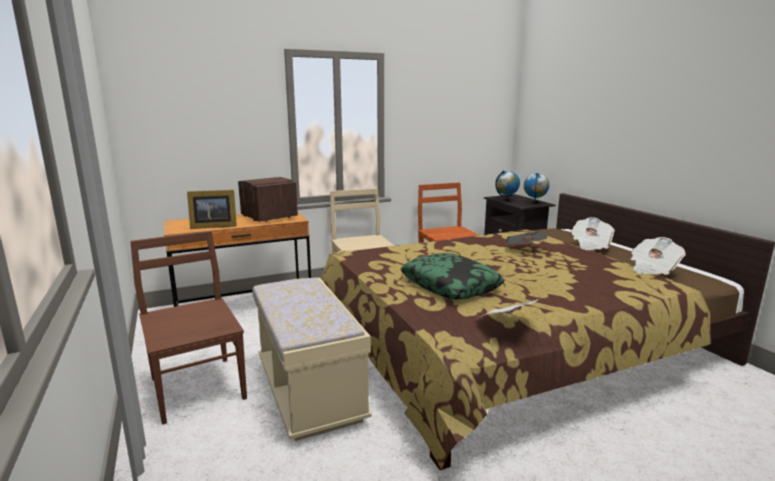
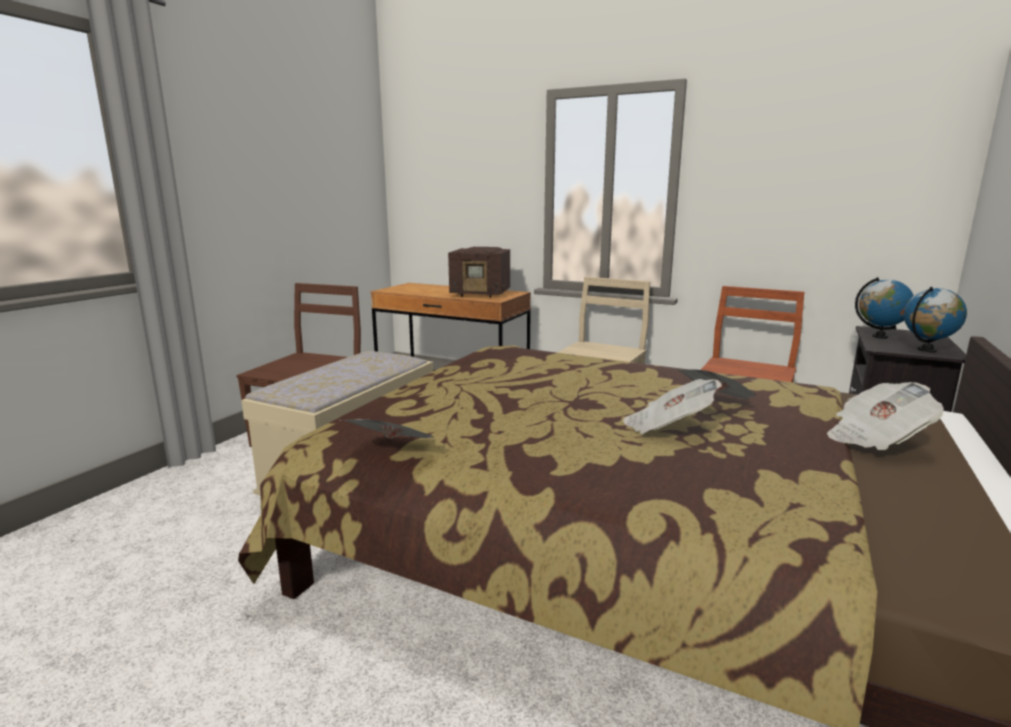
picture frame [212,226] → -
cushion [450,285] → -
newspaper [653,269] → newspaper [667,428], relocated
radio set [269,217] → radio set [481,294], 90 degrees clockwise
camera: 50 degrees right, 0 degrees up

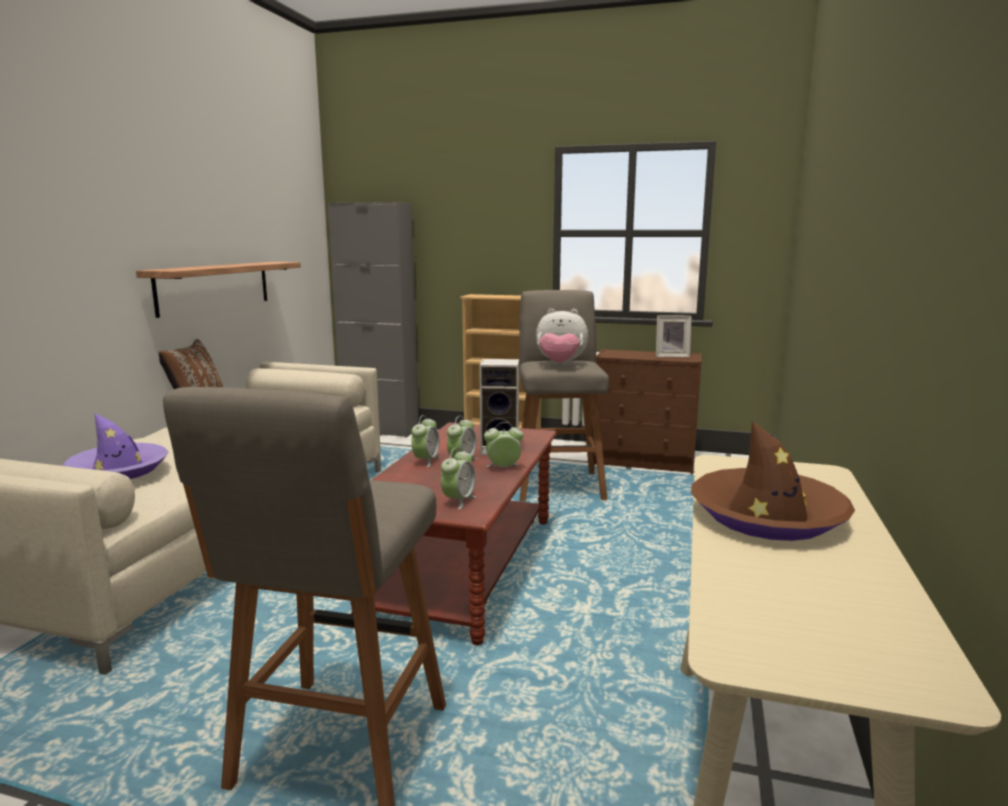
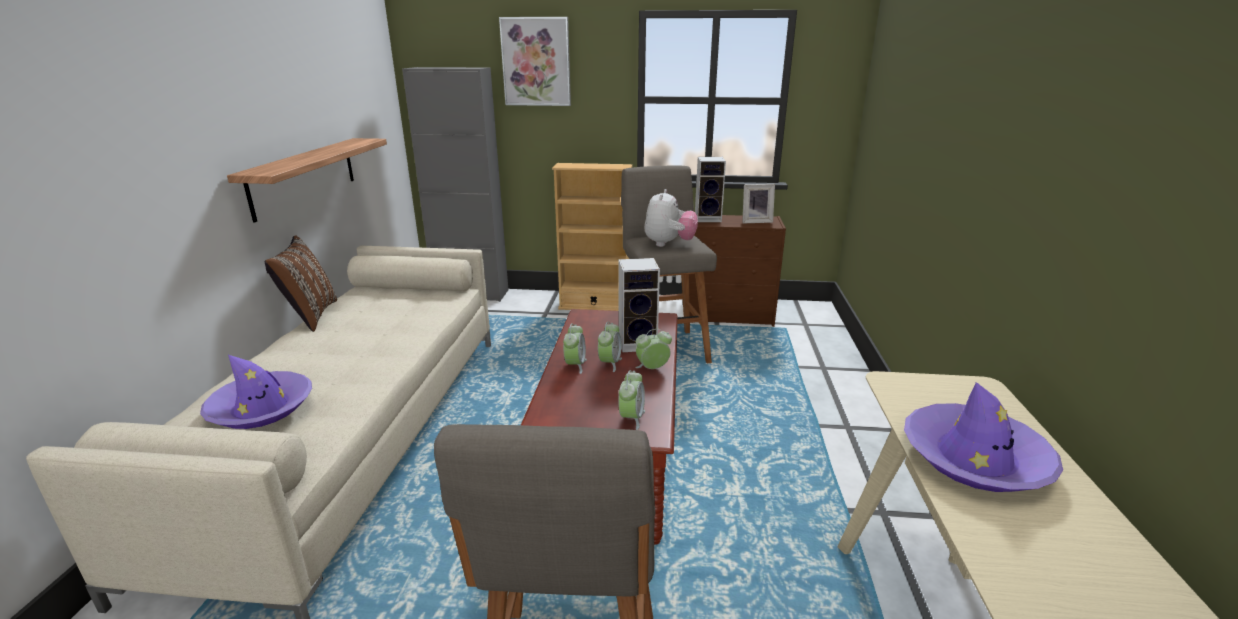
- → picture [536,62]
- → audio speaker [709,219]
brown-coloured hat [767,516] → purplish hat [974,458]
plush toy [560,365] → plush toy [669,244], 75 degrees counterclockwise
camera: 10 degrees left, 10 degrees up

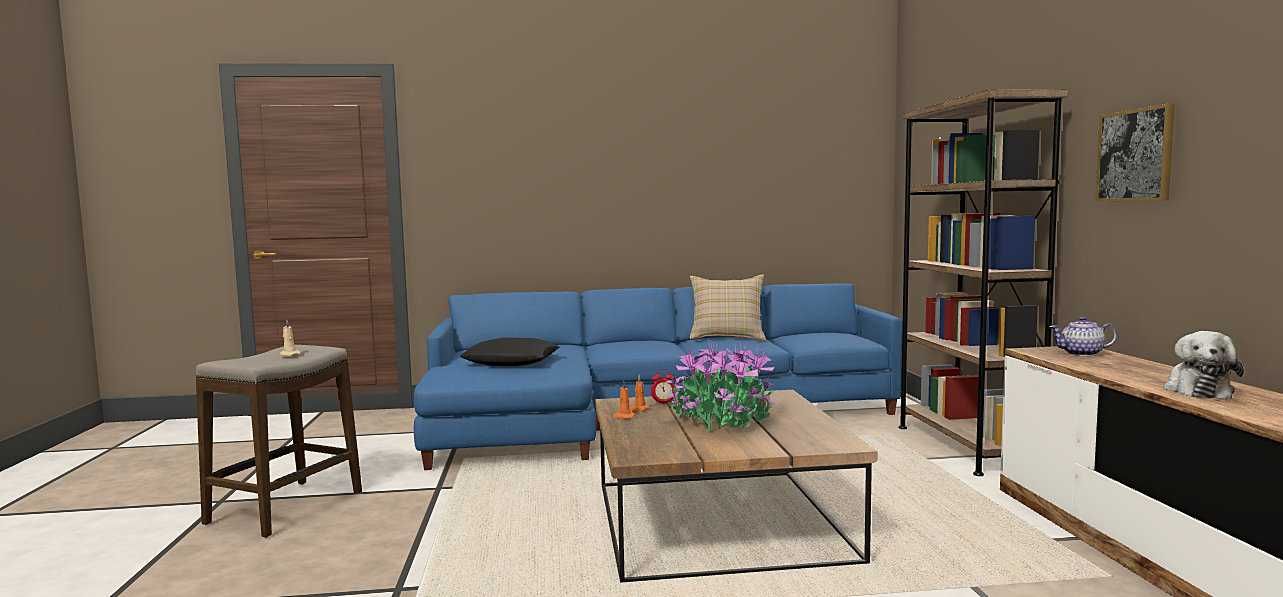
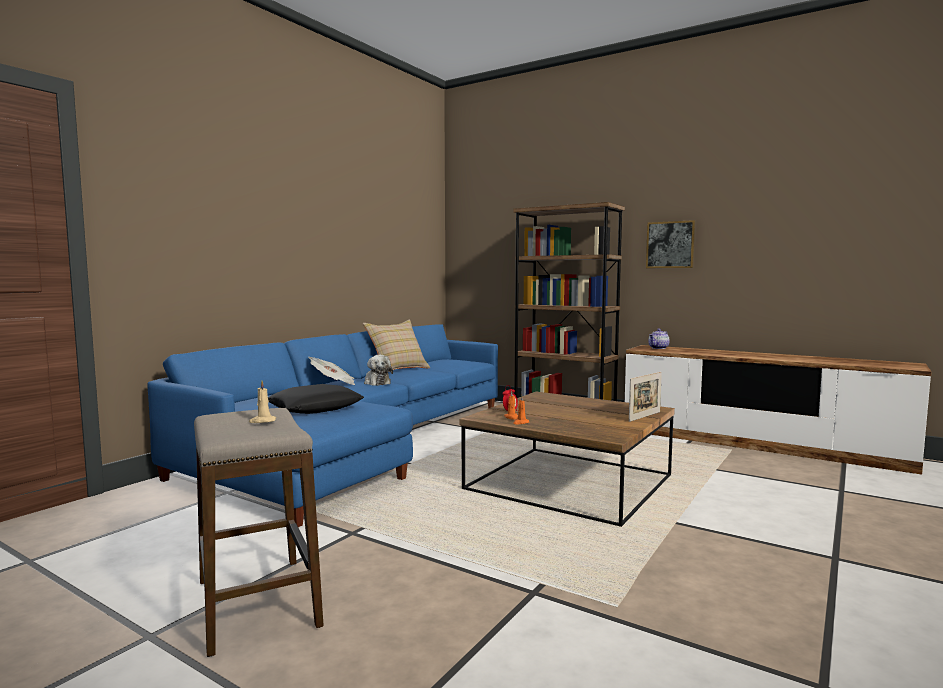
plant in a pot [721,421] → -
- → newspaper [333,383]
- → picture frame [644,416]
plush toy [1197,390] → plush toy [376,382], relocated
camera: 50 degrees left, 0 degrees up

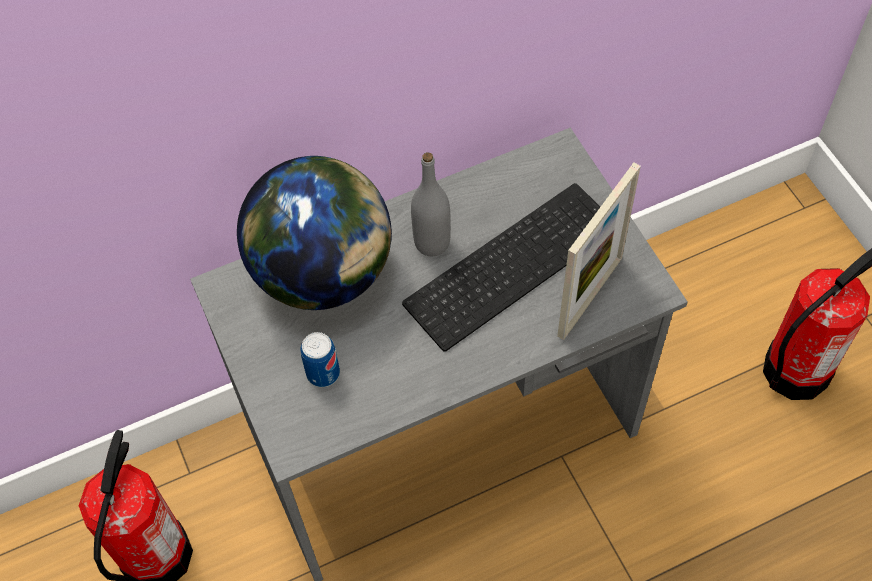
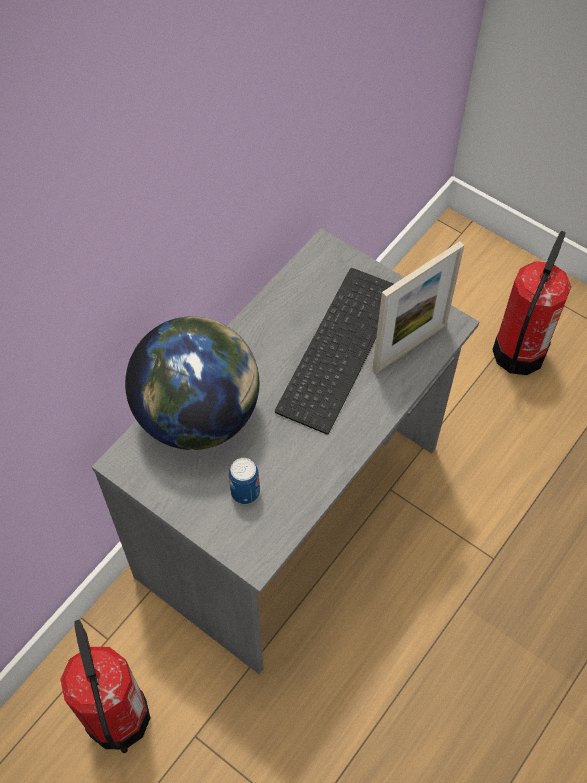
grey beverage bottle [432,243] → -
picture frame [590,296] → picture frame [409,347], 45 degrees clockwise
camera: 30 degrees left, 0 degrees up

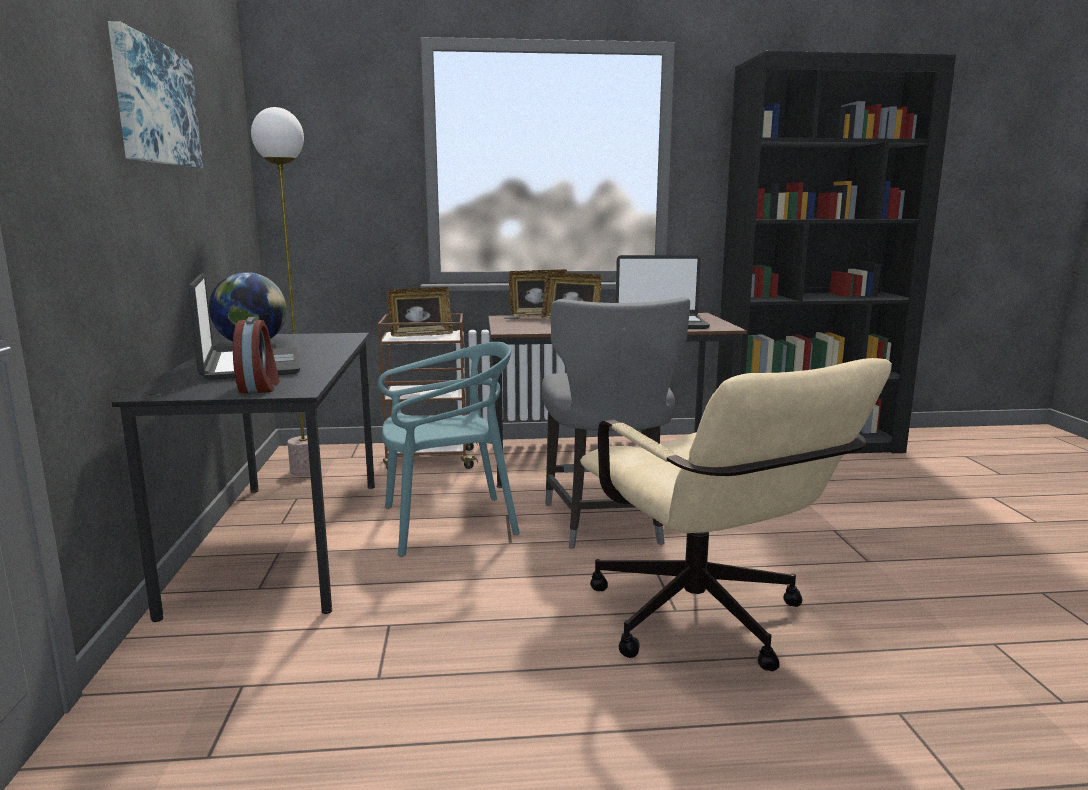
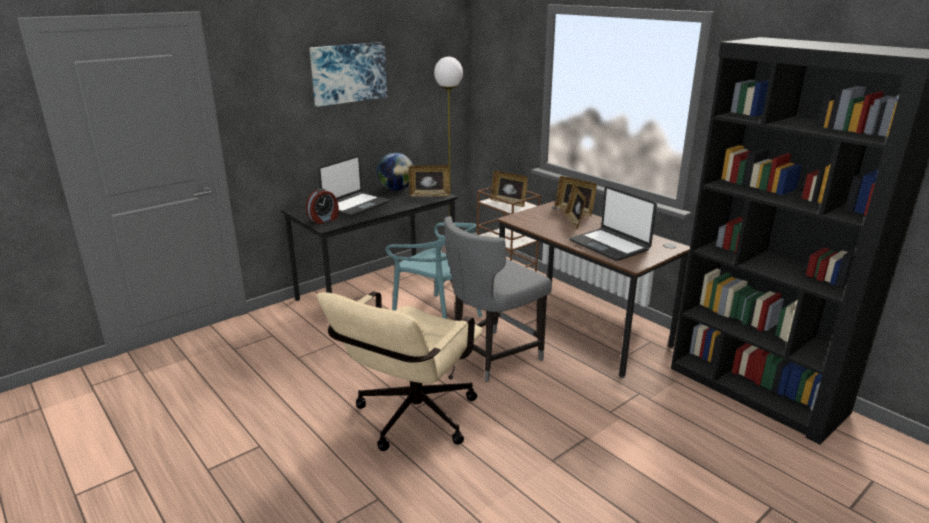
- → picture frame [429,195]
camera: 55 degrees right, 10 degrees up

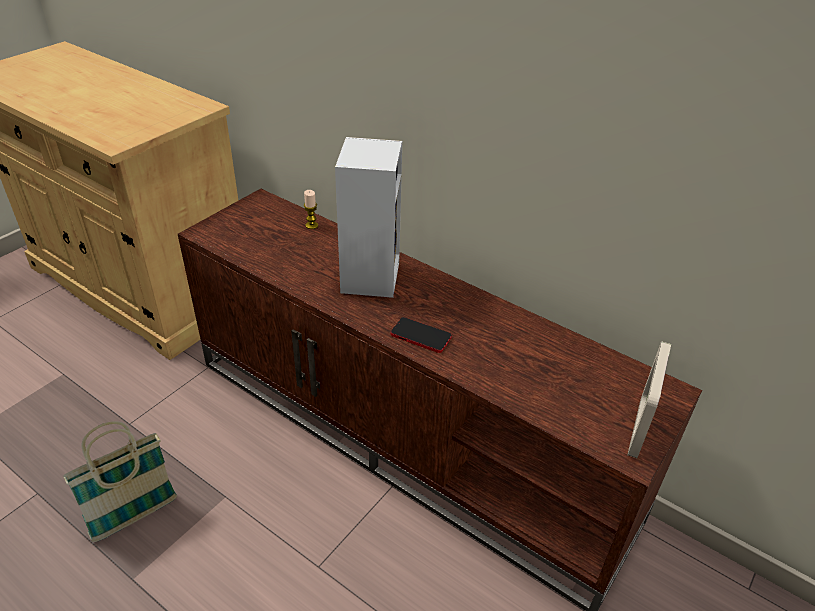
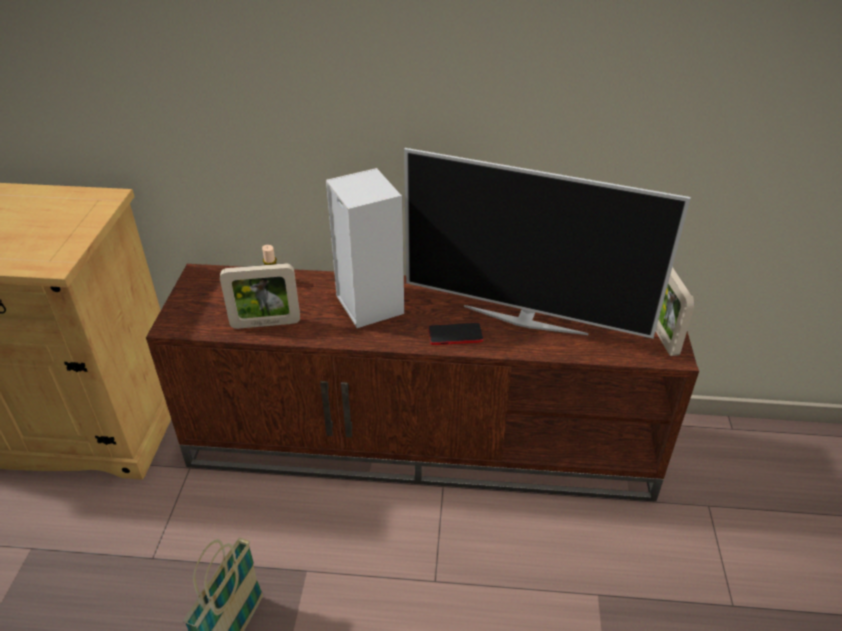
- → picture frame [265,323]
- → TV set [525,319]
camera: 30 degrees left, 0 degrees up

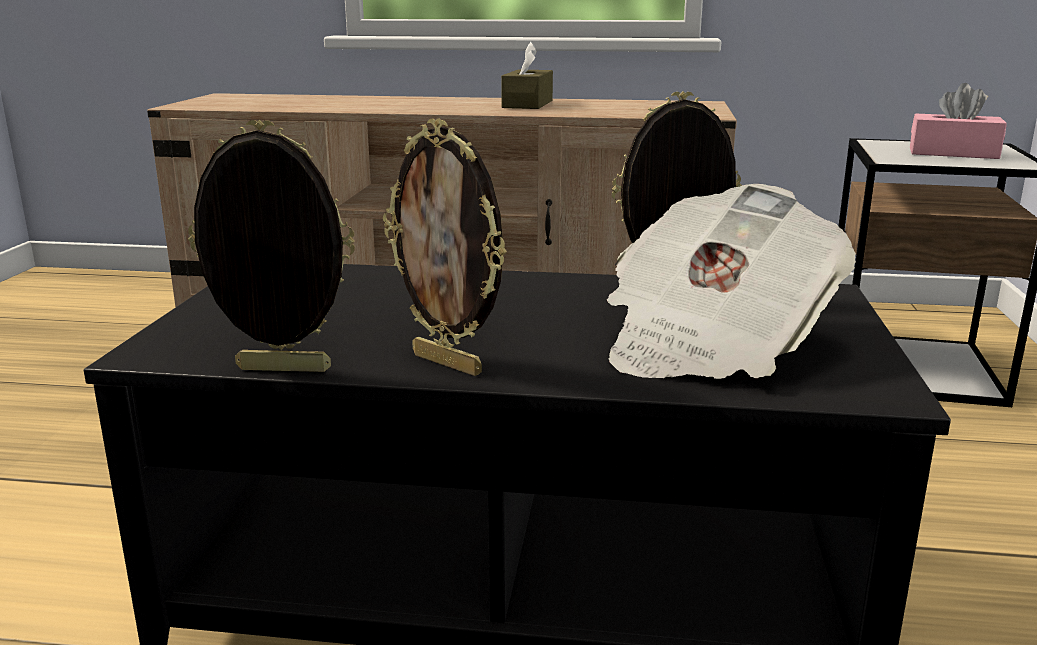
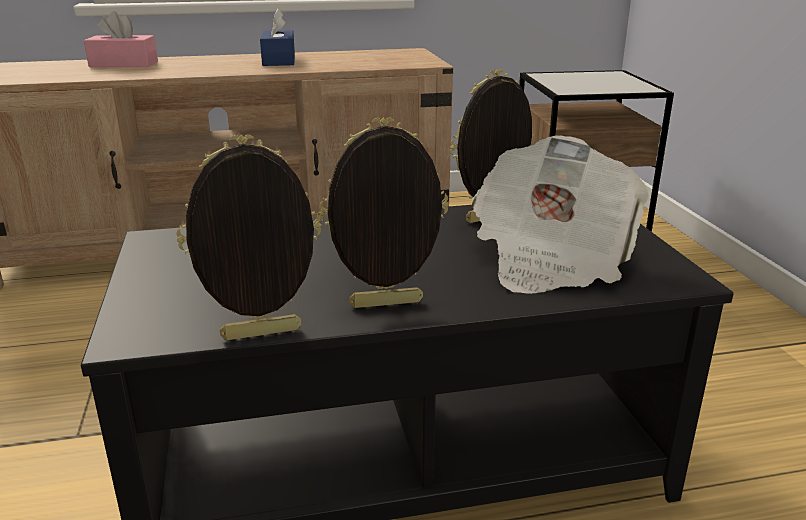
pink box of tissues [953,153] → pink box of tissues [124,64], relocated
brown-coloured box of tissues [527,104] → blue-coloured box of tissues [279,60]
picture frame [449,363] → picture frame [386,305], 150 degrees clockwise
camera: 20 degrees left, 5 degrees up

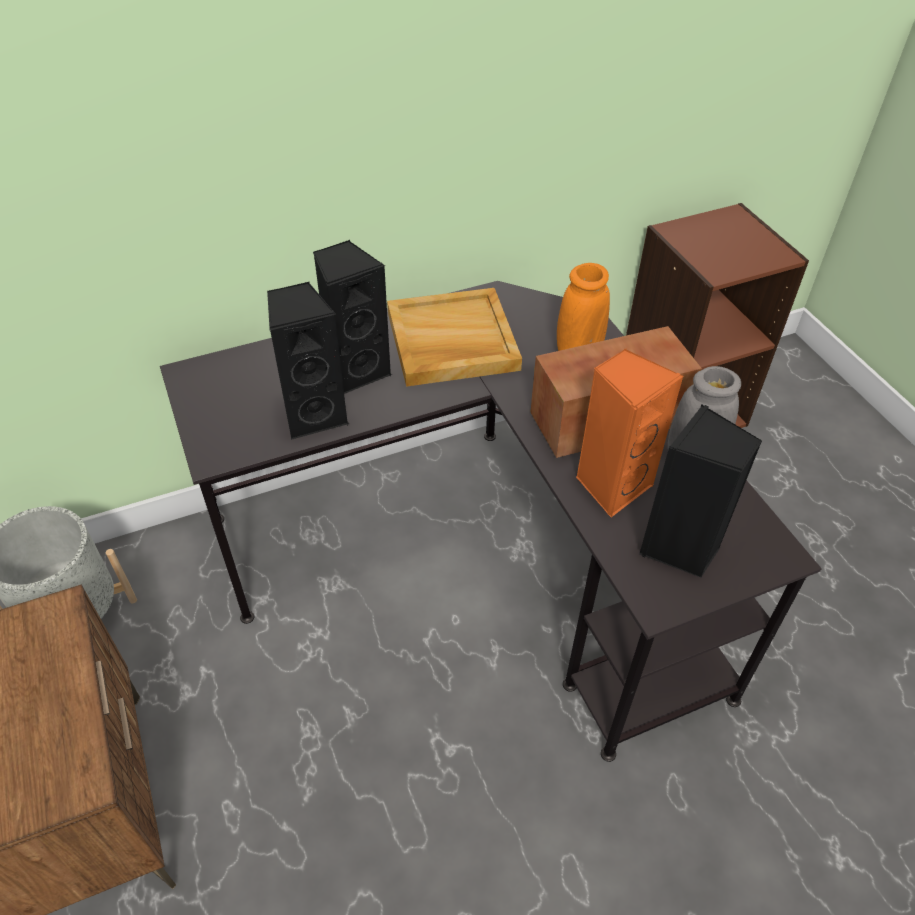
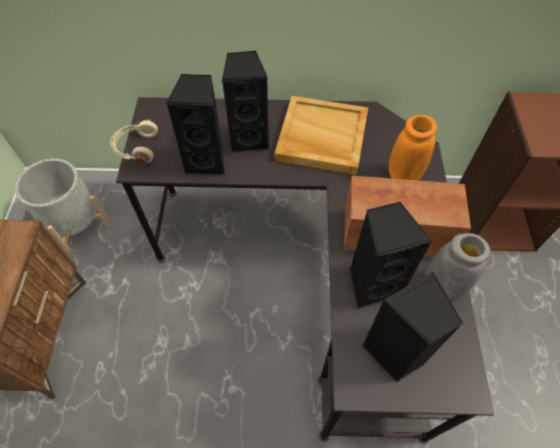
- → sand-coloured headphones [136,148]
orangey audio speaker [612,485] → black audio speaker [372,284]
camera: 25 degrees right, 10 degrees up

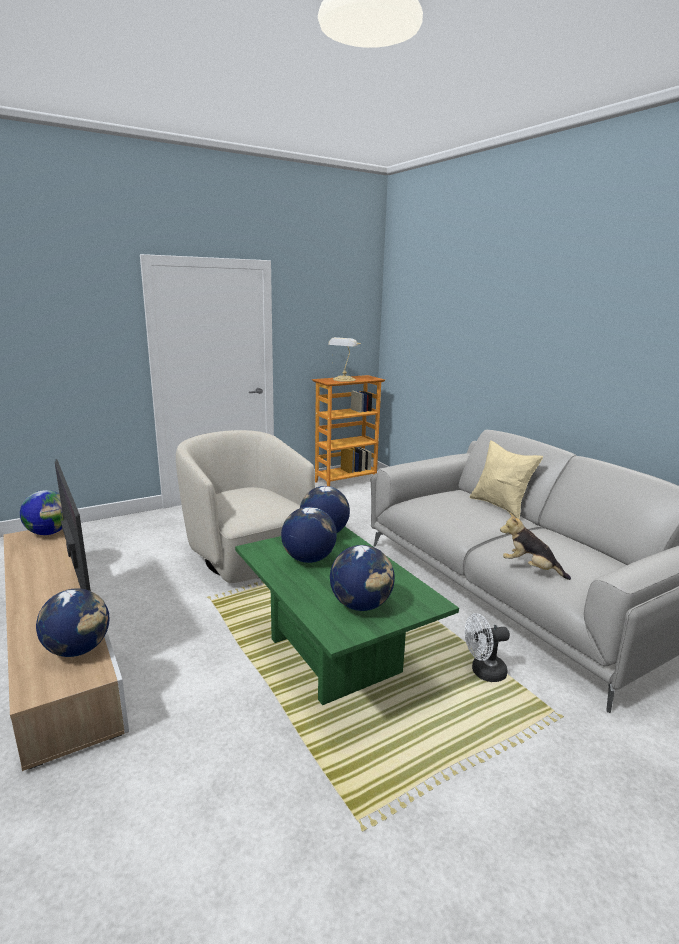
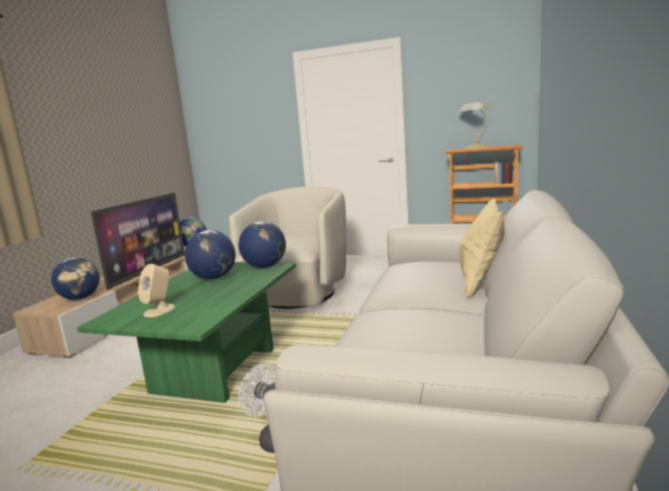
plush toy [530,568] → -
globe [361,605] → sand-coloured audio speaker [159,310]
camera: 50 degrees right, 5 degrees down

